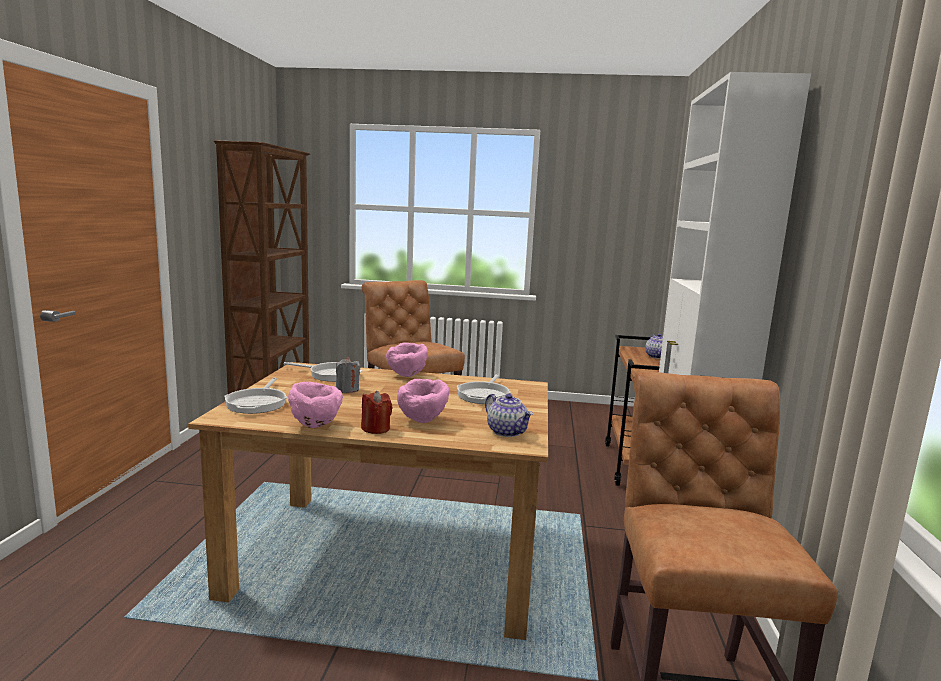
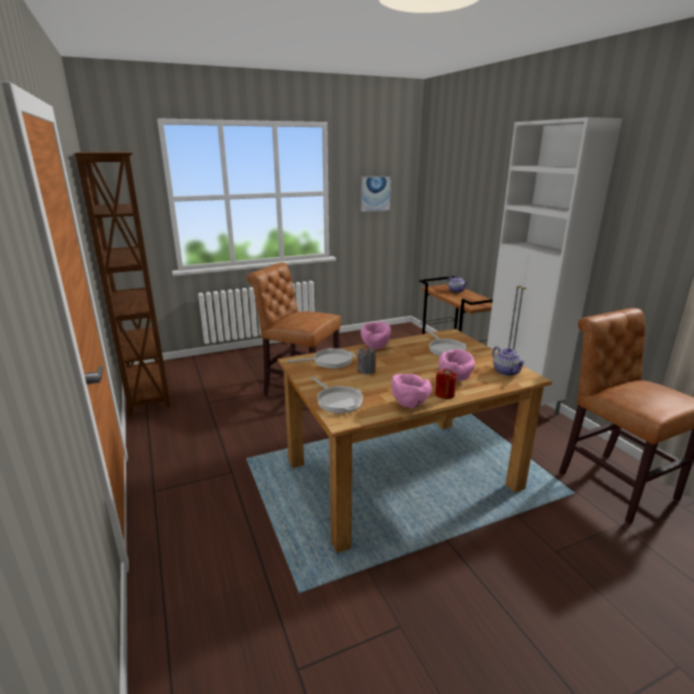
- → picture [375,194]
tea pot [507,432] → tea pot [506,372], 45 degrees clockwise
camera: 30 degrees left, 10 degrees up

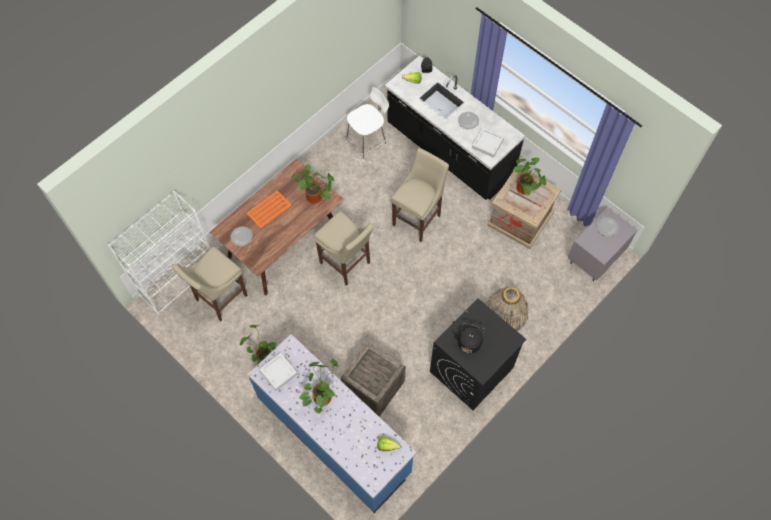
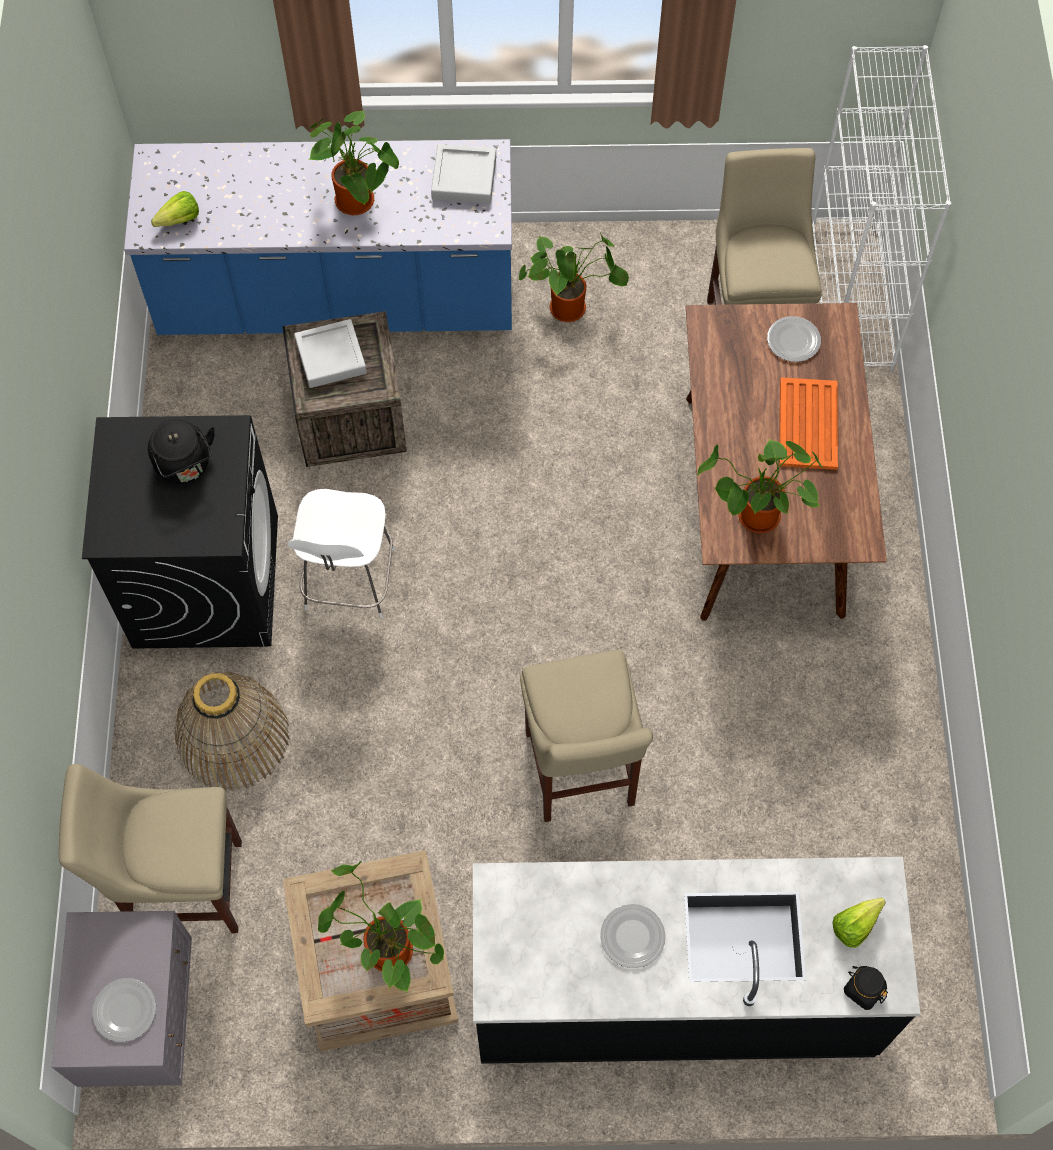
sand-coloured stool seat [346,264] → sand-coloured stool seat [182,887], relocated
white-coloured chair [367,143] → white-coloured chair [349,582], relocated
grey serving tray [487,144] → grey serving tray [331,357], relocated
camera: 135 degrees right, 0 degrees up

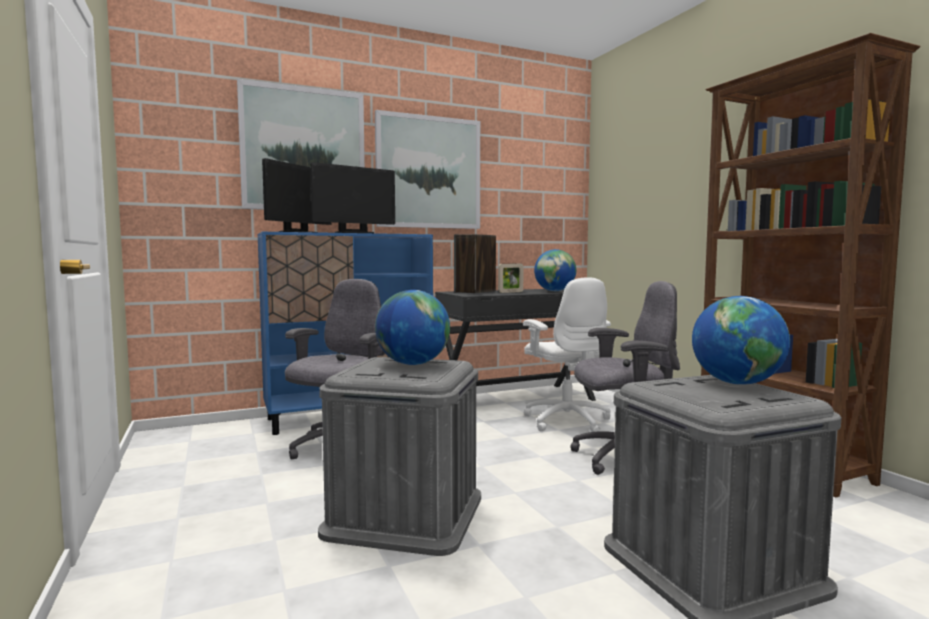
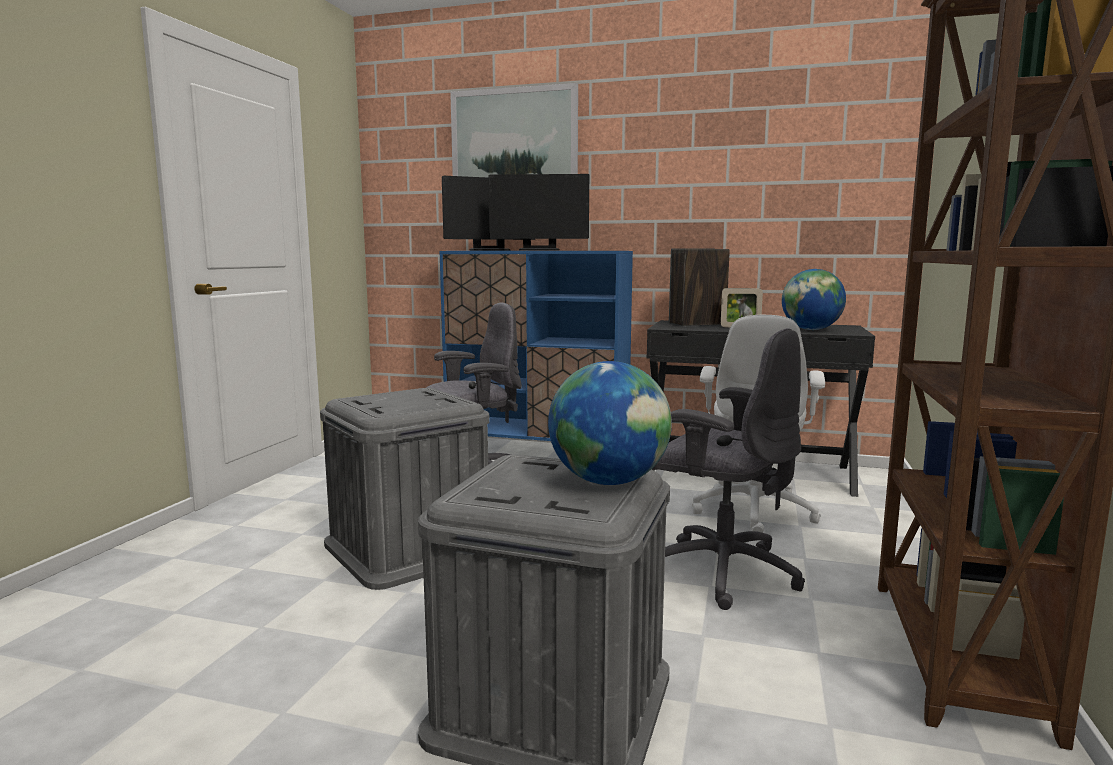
picture [428,172] → -
globe [412,364] → -
camera: 40 degrees right, 5 degrees up

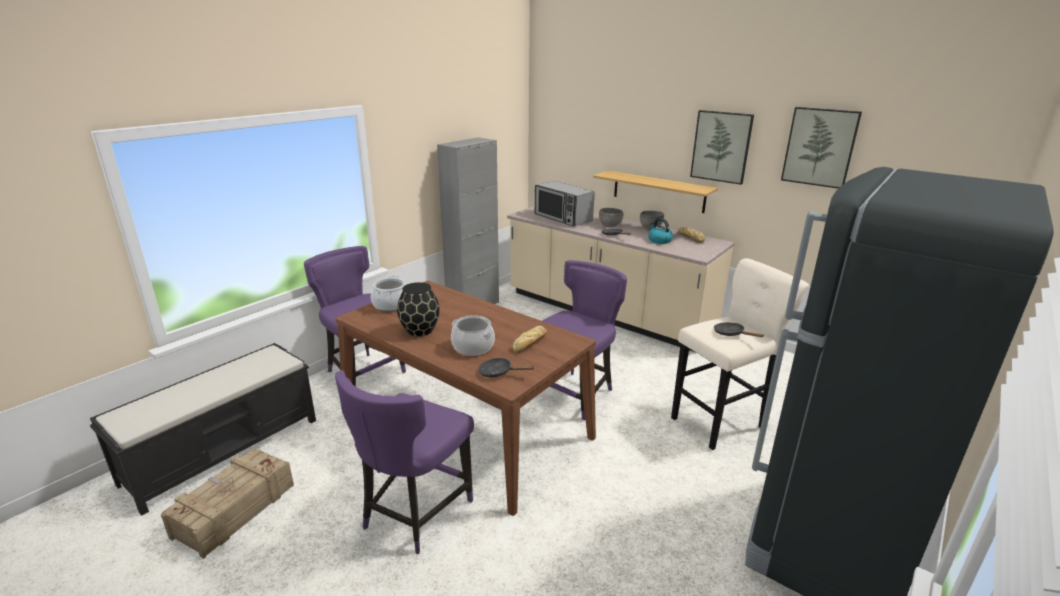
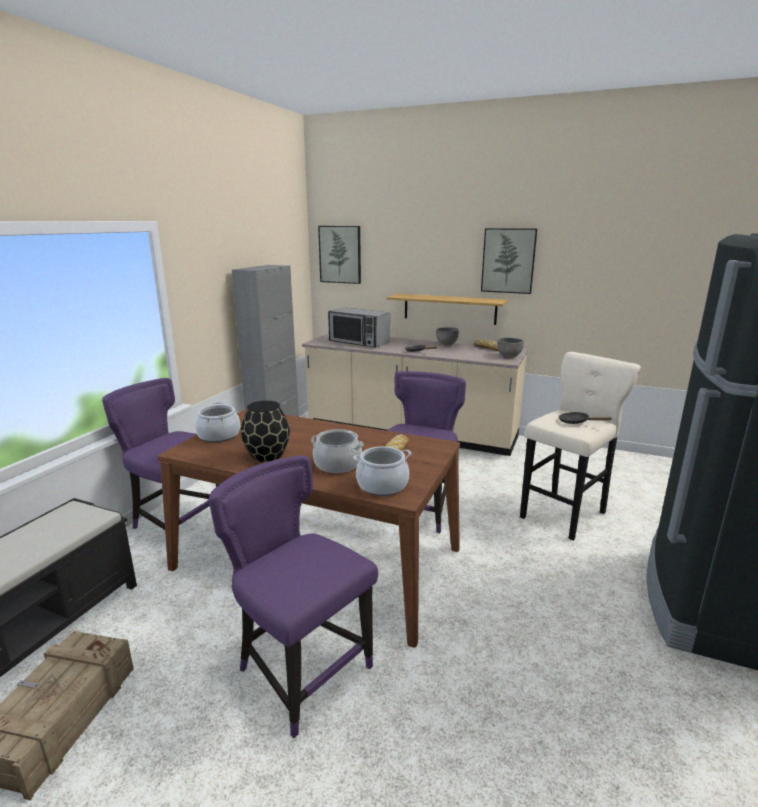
kettle [659,240] → -
grey bowl [609,226] → grey bowl [509,356], relocated
picture [819,147] → picture [340,254], relocated
black skillet [498,372] → stockpot [382,485]
purplish chair [414,513] → purplish chair [301,670], 120 degrees clockwise
camera: 15 degrees left, 5 degrees down

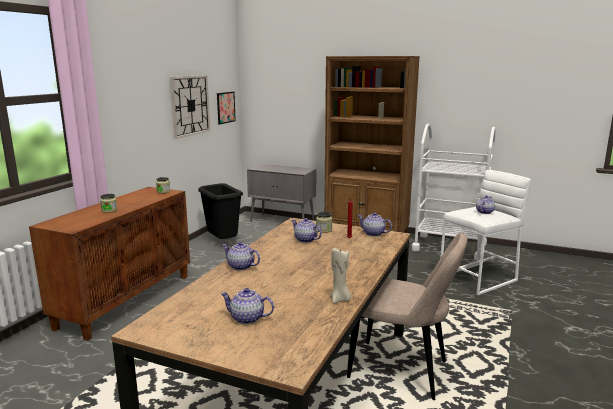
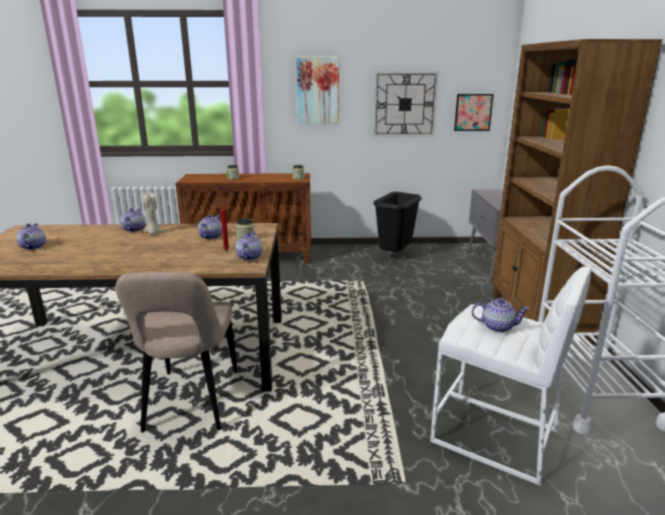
- → picture [317,90]
sand-coloured wax candle [340,300] → sand-coloured wax candle [153,233], relocated
camera: 65 degrees right, 5 degrees up

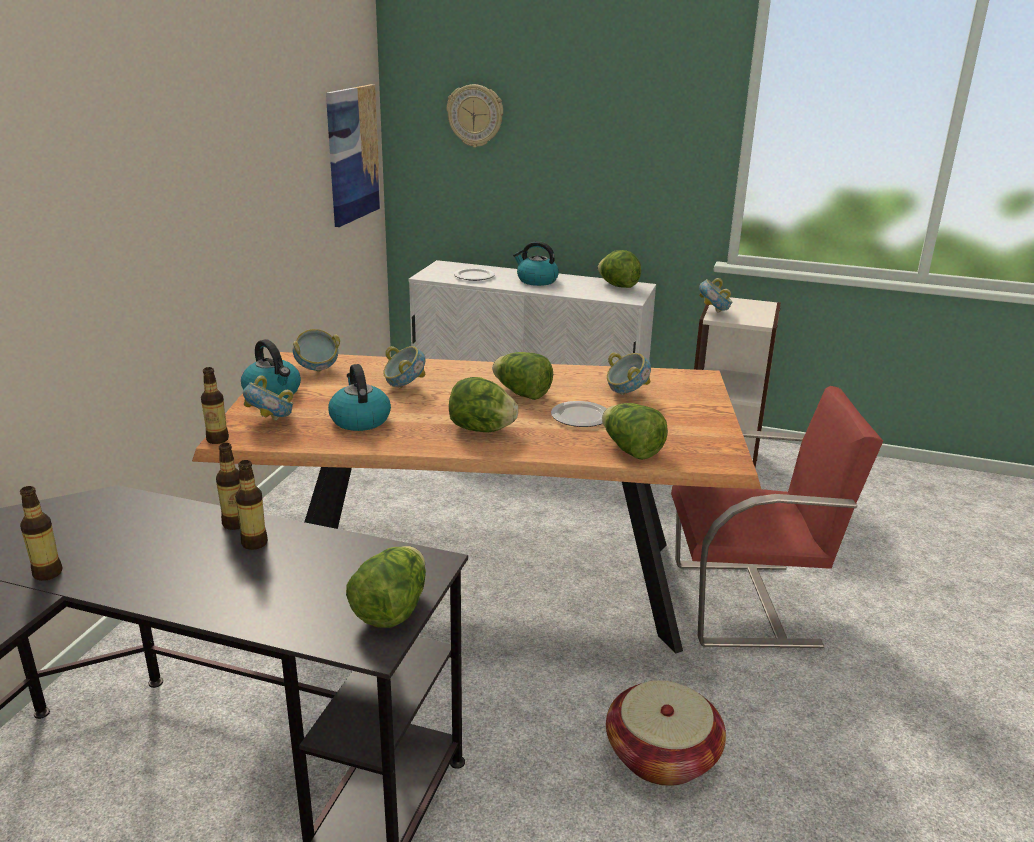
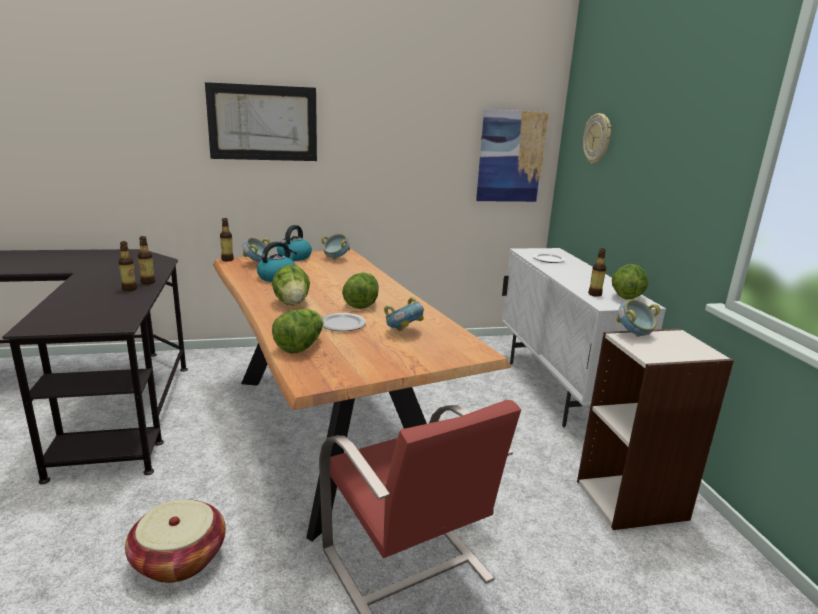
head of lettuce [392,609] → -
bowl [404,387] → -
kettle [536,280] → -
- → picture [263,123]
beverage bottle [47,573] → beverage bottle [594,294], relocated
camera: 60 degrees right, 5 degrees down

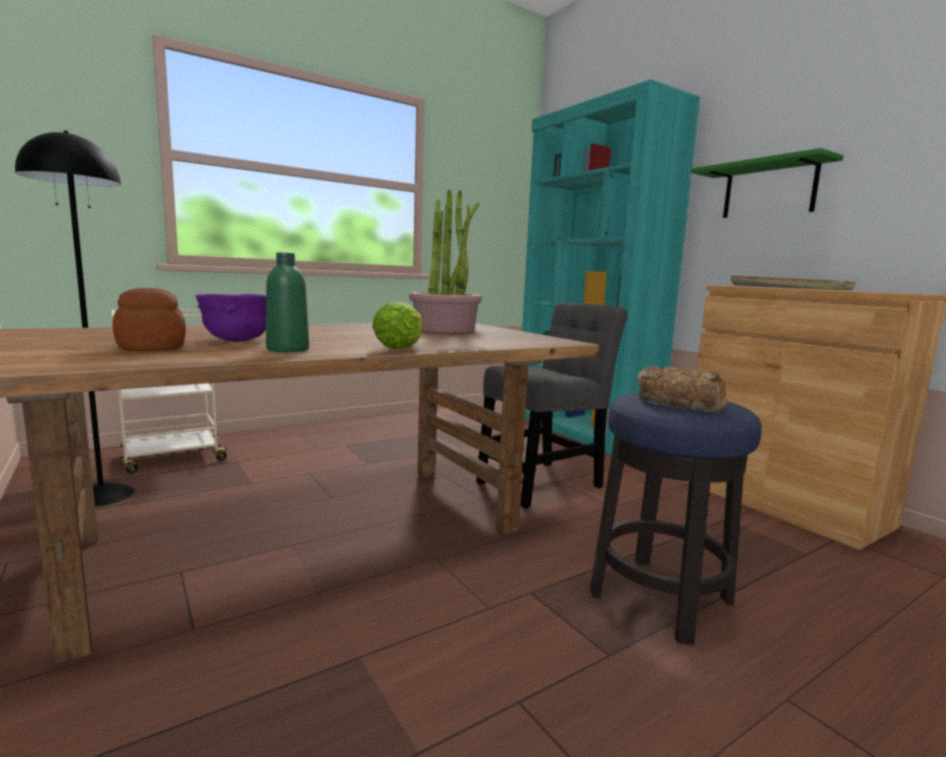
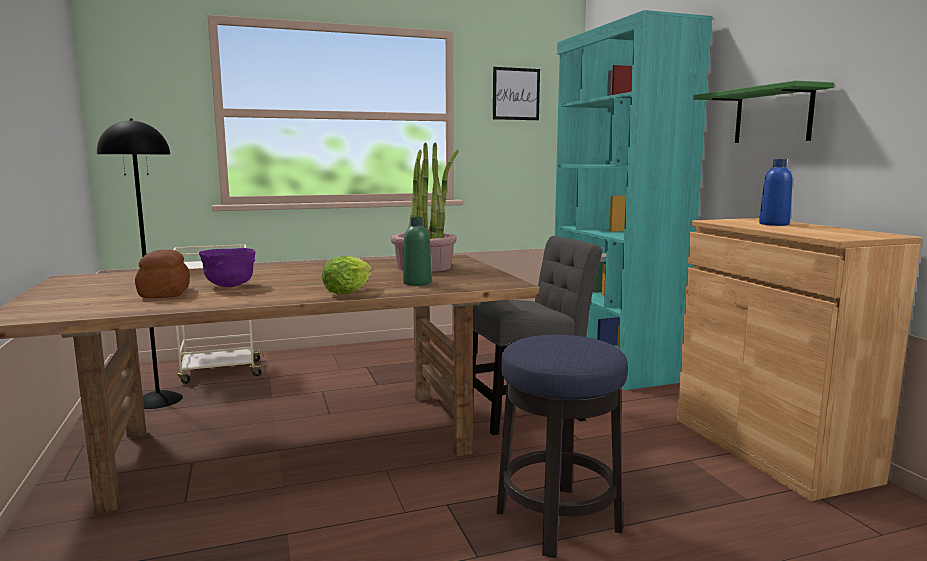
baked bread [679,401] → -
- → picture [516,94]
green-coloured beverage bottle [288,349] → green-coloured beverage bottle [417,283], relocated
sand-coloured serving tray [791,288] → blue-coloured beverage bottle [774,224]
camera: 15 degrees right, 0 degrees up

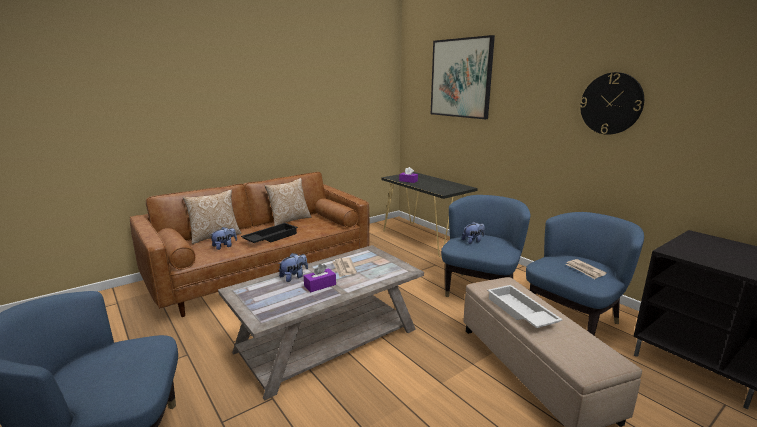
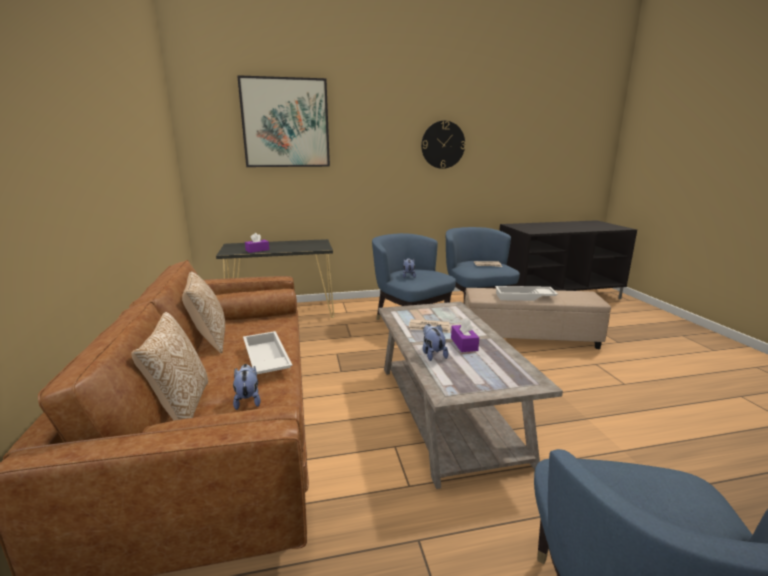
black serving tray [270,237] → white-coloured serving tray [265,359]
camera: 65 degrees left, 0 degrees up

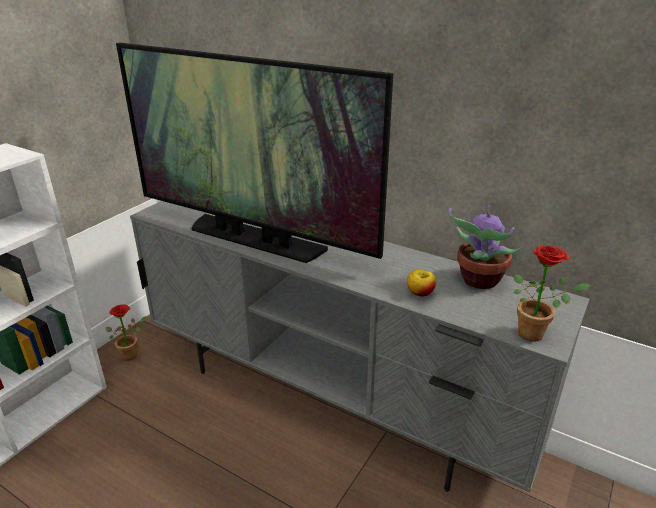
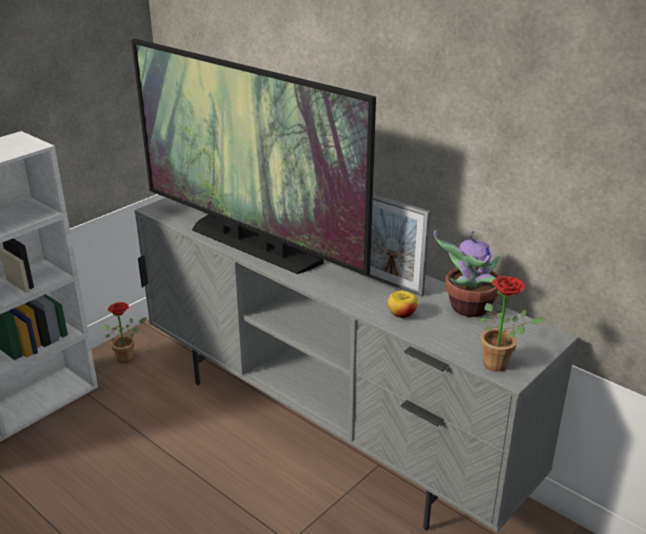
- → picture frame [390,283]
camera: 10 degrees right, 0 degrees up

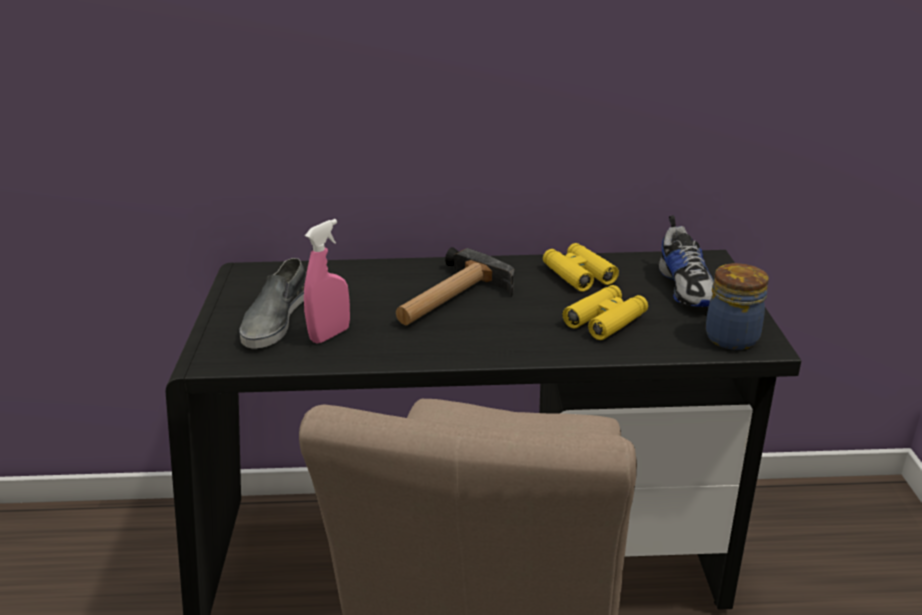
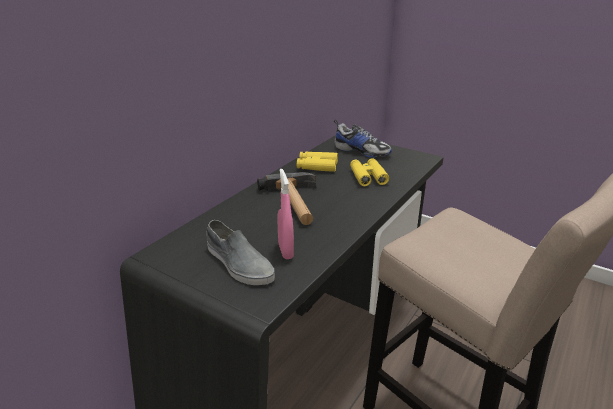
preserve jar [732,336] → -
camera: 55 degrees left, 0 degrees up

